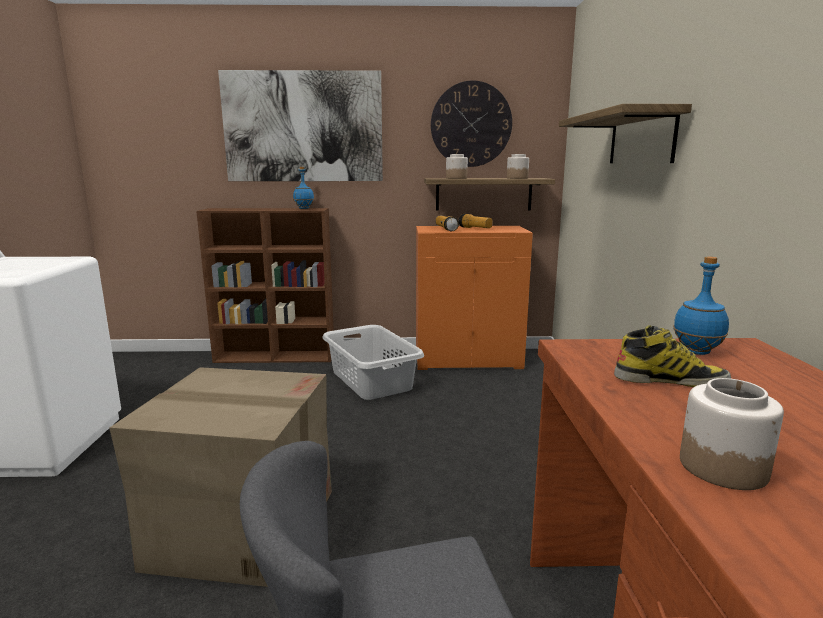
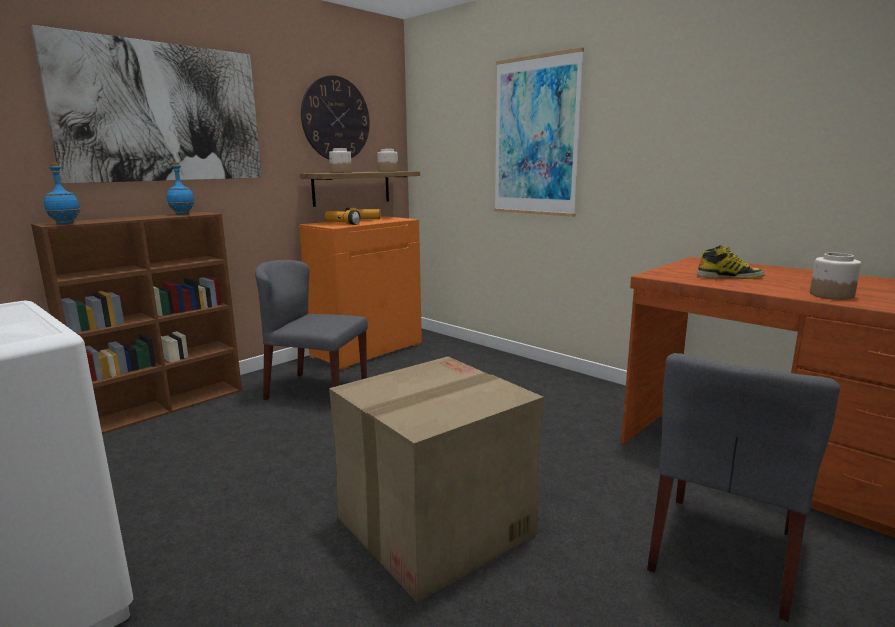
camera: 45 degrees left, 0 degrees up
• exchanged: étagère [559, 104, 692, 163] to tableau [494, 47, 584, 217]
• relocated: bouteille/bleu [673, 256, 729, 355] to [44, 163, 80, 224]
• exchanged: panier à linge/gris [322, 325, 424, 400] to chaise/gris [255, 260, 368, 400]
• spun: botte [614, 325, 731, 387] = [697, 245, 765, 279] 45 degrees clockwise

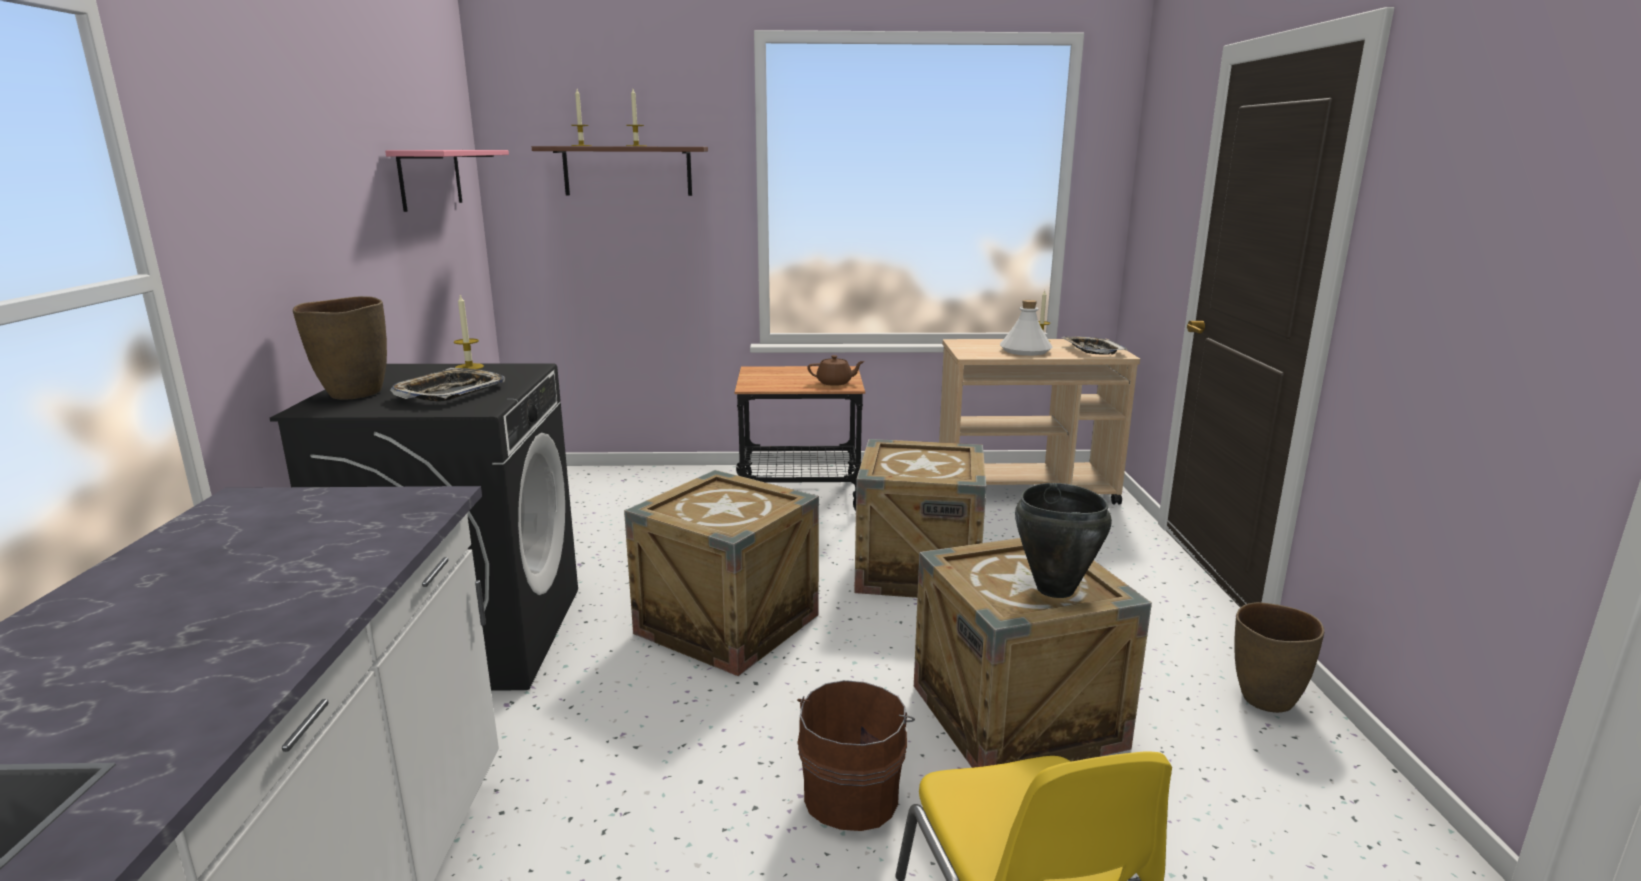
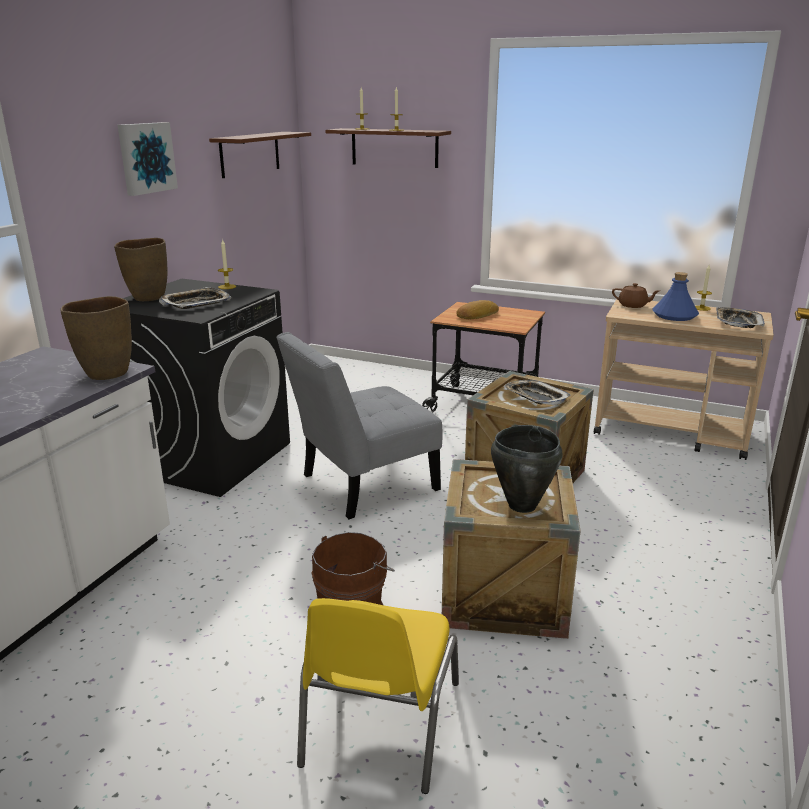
camera: 25 degrees right, 5 degrees up
• colour: étagère/rose [385, 150, 509, 212] to étagère/marron [209, 132, 311, 178]
• colour: bouteille/blanc [1000, 300, 1052, 356] to bouteille/bleu [652, 272, 699, 321]
• relocated: théière/marron [807, 355, 865, 386] to [612, 283, 659, 308]
• exchanged: caisse [624, 470, 819, 676] to chaise/gris [276, 332, 443, 519]
• relocated: vase/marron [1235, 602, 1324, 713] to [61, 296, 132, 380]
• appeared: tableau [118, 122, 178, 196]
• appeared: pain [456, 300, 499, 319]
• appeared: plateau [503, 380, 571, 405]

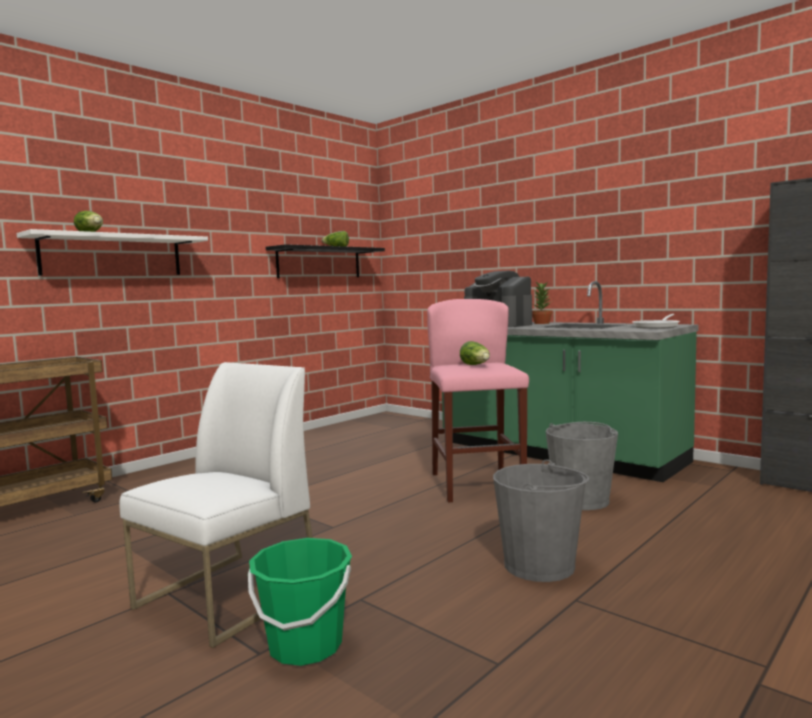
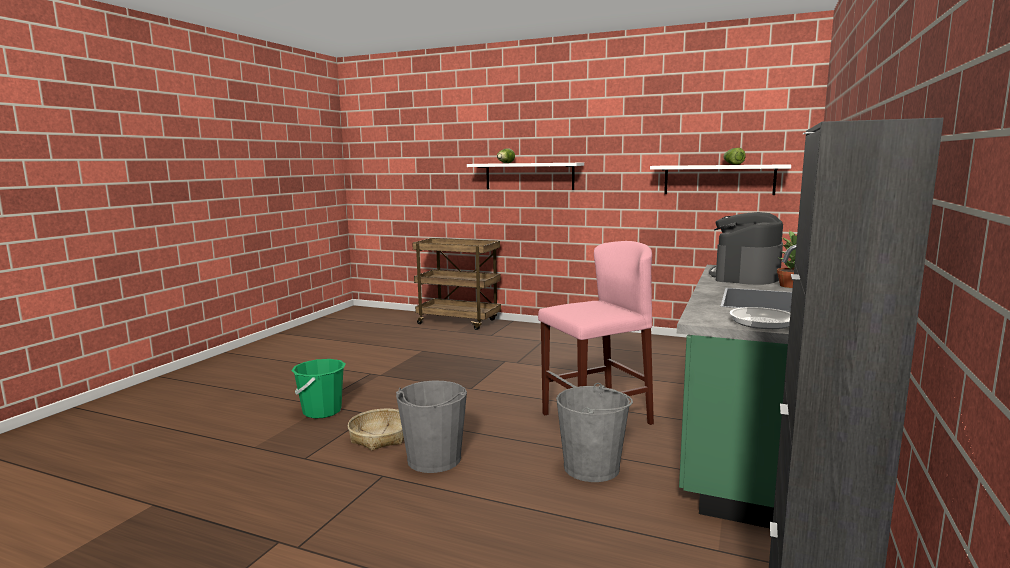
camera: 70 degrees right, 5 degrees up
• colour: étagère/noir [266, 244, 385, 278] to étagère/blanc [650, 164, 791, 195]
• missing: laitue [460, 341, 490, 365]
• missing: chaise/blanc [119, 362, 313, 648]
• appeared: panier [348, 409, 404, 450]

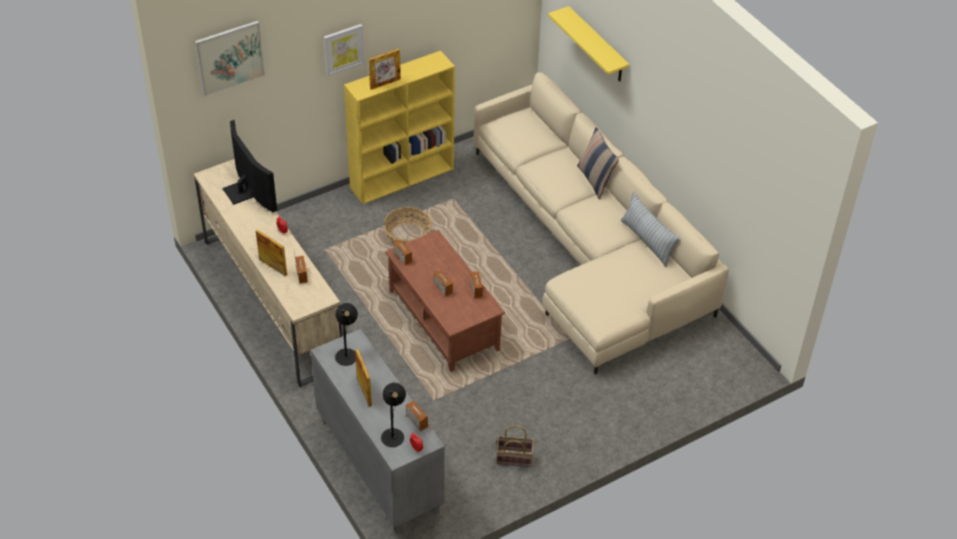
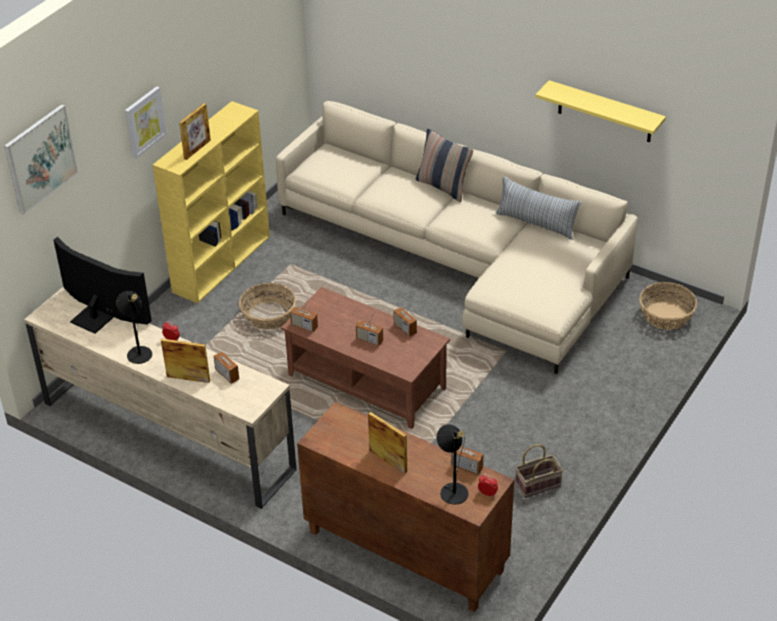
camera: 25 degrees left, 5 degrees down
• relocated: étagère/jaune [548, 6, 629, 82] to [535, 80, 666, 142]
• relocated: lampe de table/noir [335, 303, 358, 366] to [117, 291, 152, 364]
• colour: meuble de rangement/gris [311, 329, 445, 534] to meuble de rangement/marron [297, 401, 514, 612]
• appeared: panier [639, 282, 697, 330]

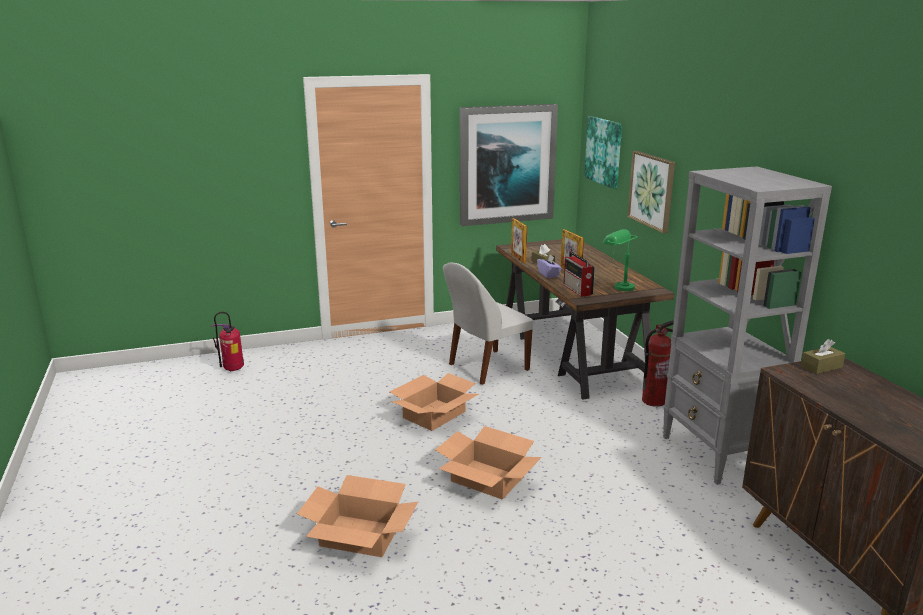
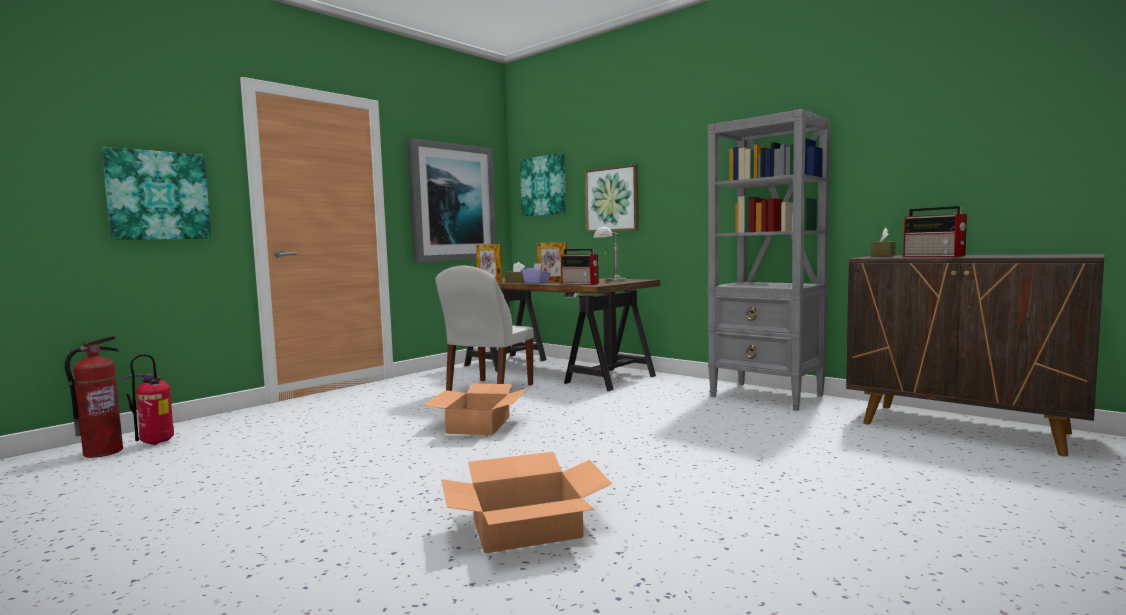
camera: 30 degrees left, 15 degrees down
• colour: lampe de table/vert [603, 229, 637, 291] to lampe de table/gris [593, 227, 626, 282]
• relocated: extincteur [642, 320, 674, 407] to [65, 336, 123, 458]
• missing: carton [435, 426, 542, 499]
• appeared: tableau [102, 147, 211, 240]
• appeared: radio [903, 206, 967, 257]

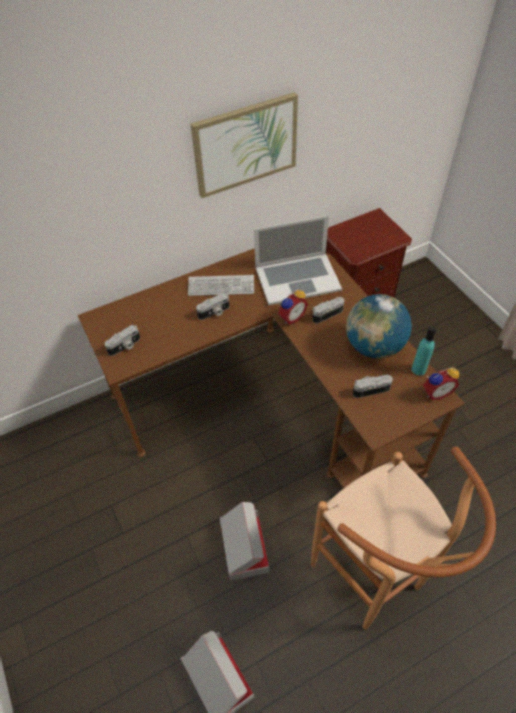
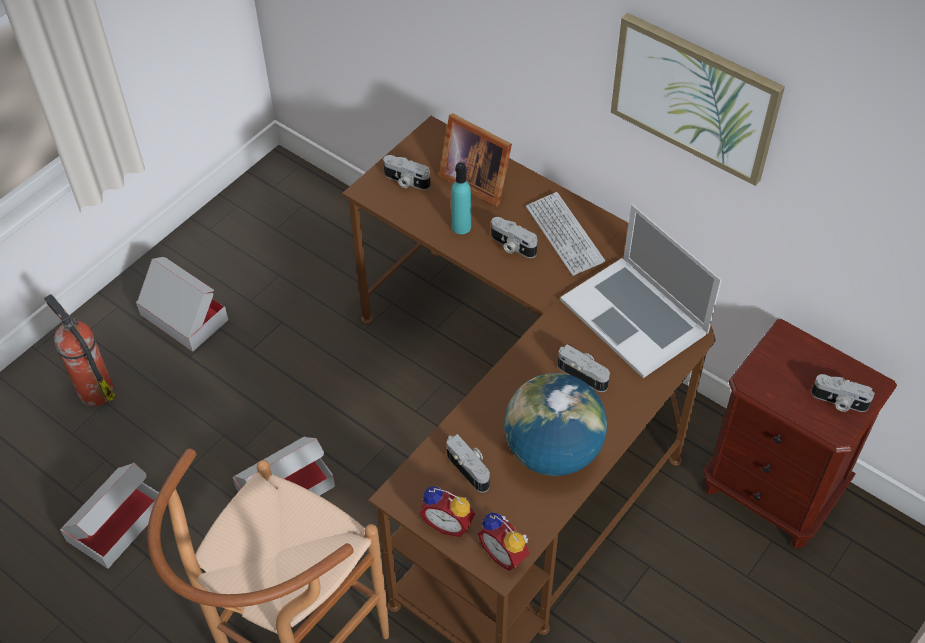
camera: 65 degrees right, 0 degrees up
• relocated: réveil [278, 289, 308, 324] to [419, 486, 475, 537]
• relocated: bouteille/turquoise [412, 326, 436, 376] to [451, 162, 471, 234]
• appeared: cadre photo [439, 113, 512, 207]
• appeared: carton [136, 257, 228, 352]
• appeared: extincteur [44, 294, 116, 406]
• appeared: appareil photo [811, 374, 875, 412]

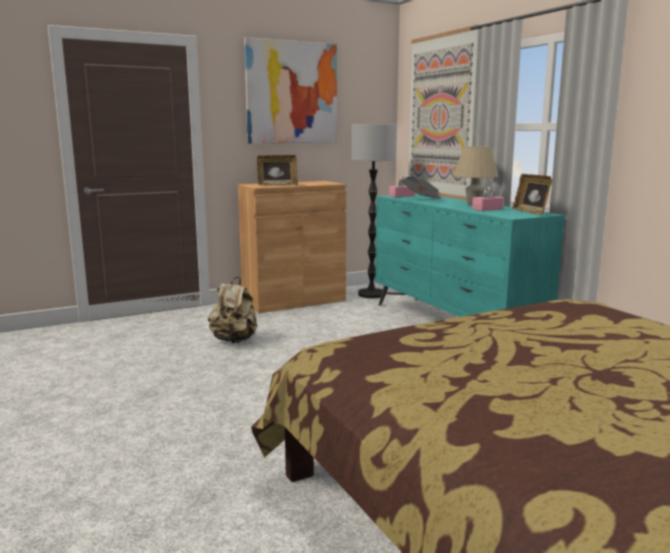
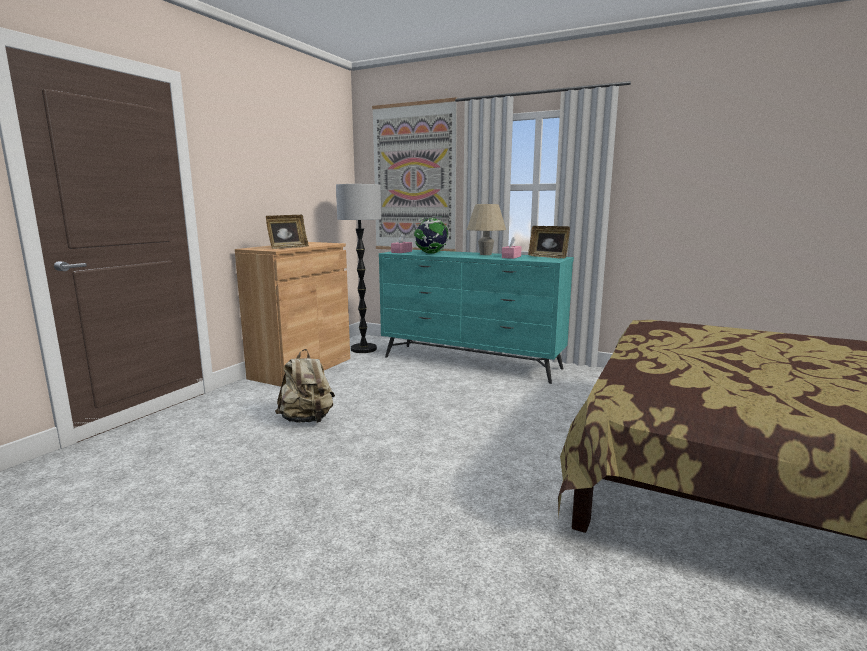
camera: 35 degrees left, 0 degrees up
• missing: tableau [244, 37, 337, 143]
• exchanged: journal [401, 177, 441, 199] to globe [414, 216, 449, 254]

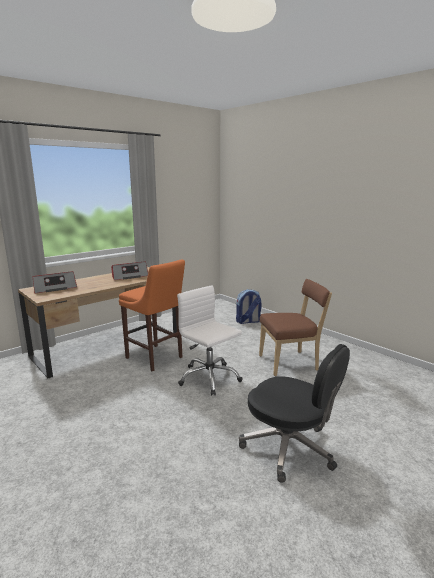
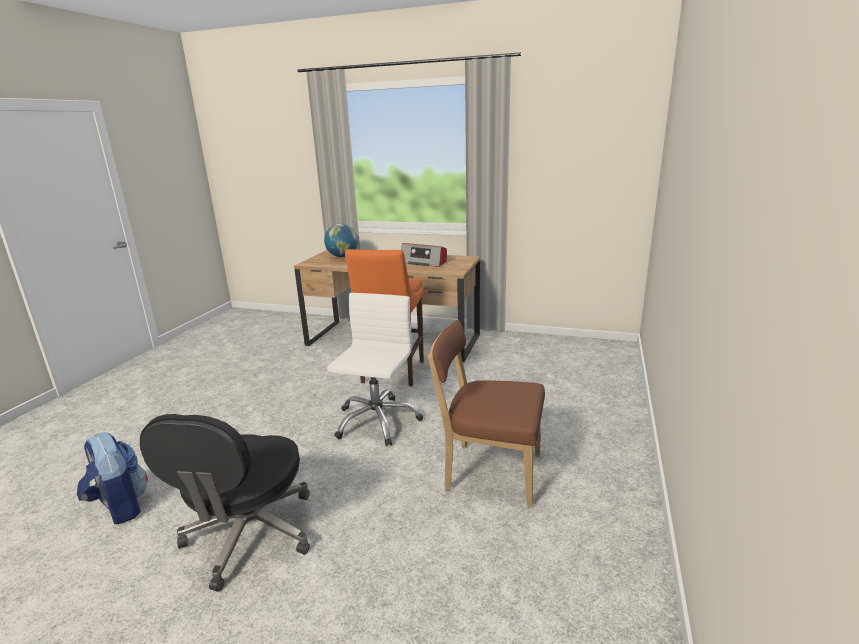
camera: 60 degrees right, 5 degrees up
• exchanged: radio [33, 271, 77, 293] to globe [324, 224, 358, 257]
• spun: chaise/marron [259, 279, 332, 376] = [427, 320, 545, 506] 150 degrees clockwise
• relocated: sac à dos [236, 289, 262, 324] to [77, 432, 148, 524]

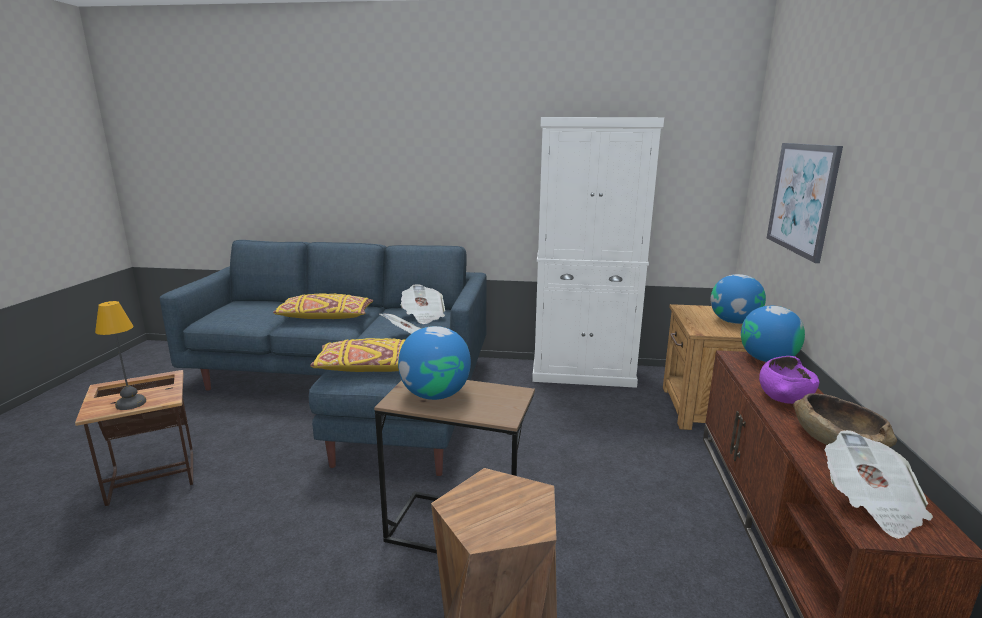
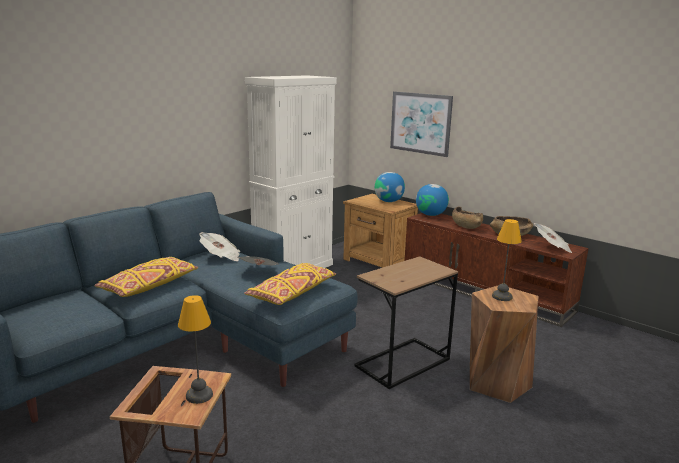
camera: 55 degrees left, 0 degrees up
• missing: globe [398, 326, 471, 400]
• colour: bol/violet [759, 356, 819, 404] to bol/marron [452, 206, 483, 229]
• appeared: lampe de table [492, 219, 522, 301]

